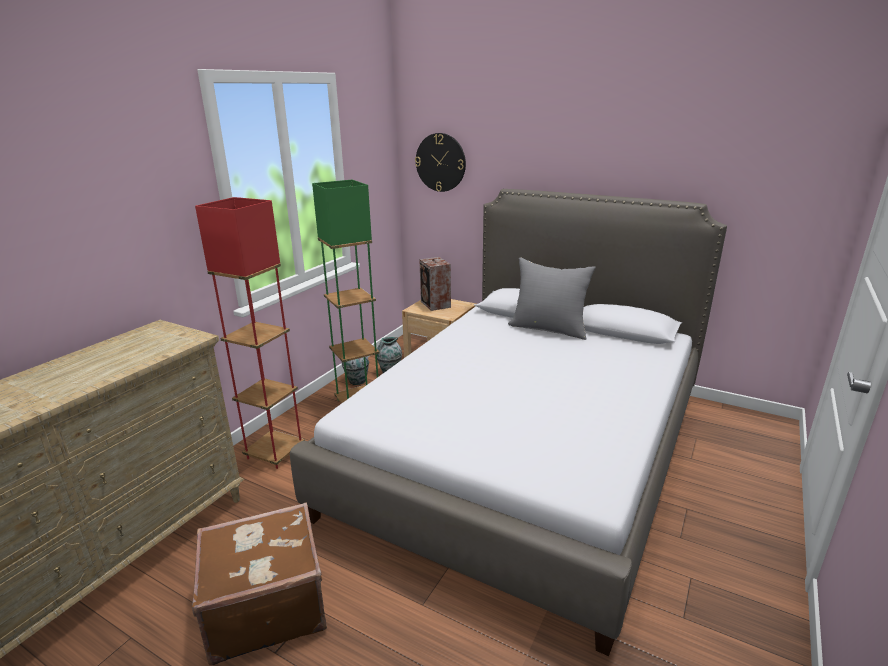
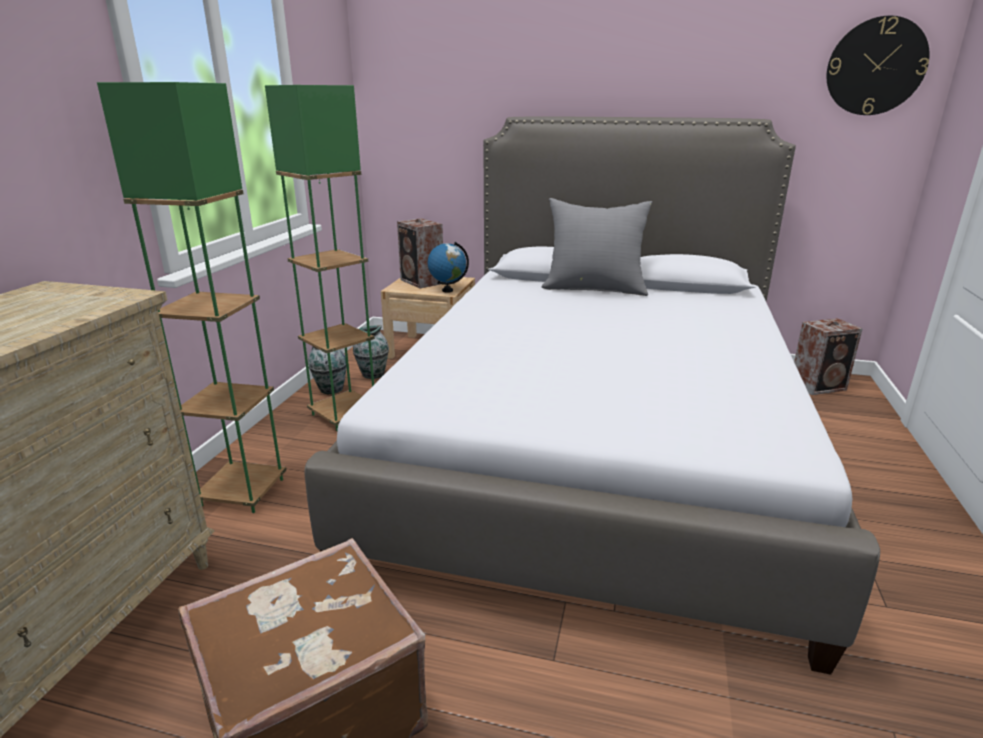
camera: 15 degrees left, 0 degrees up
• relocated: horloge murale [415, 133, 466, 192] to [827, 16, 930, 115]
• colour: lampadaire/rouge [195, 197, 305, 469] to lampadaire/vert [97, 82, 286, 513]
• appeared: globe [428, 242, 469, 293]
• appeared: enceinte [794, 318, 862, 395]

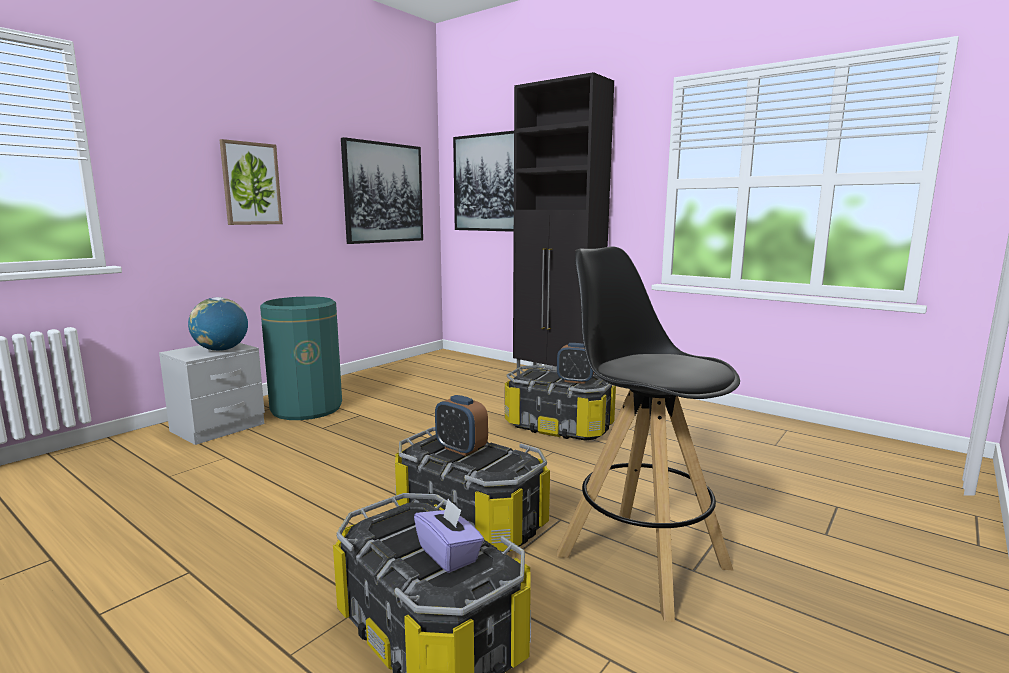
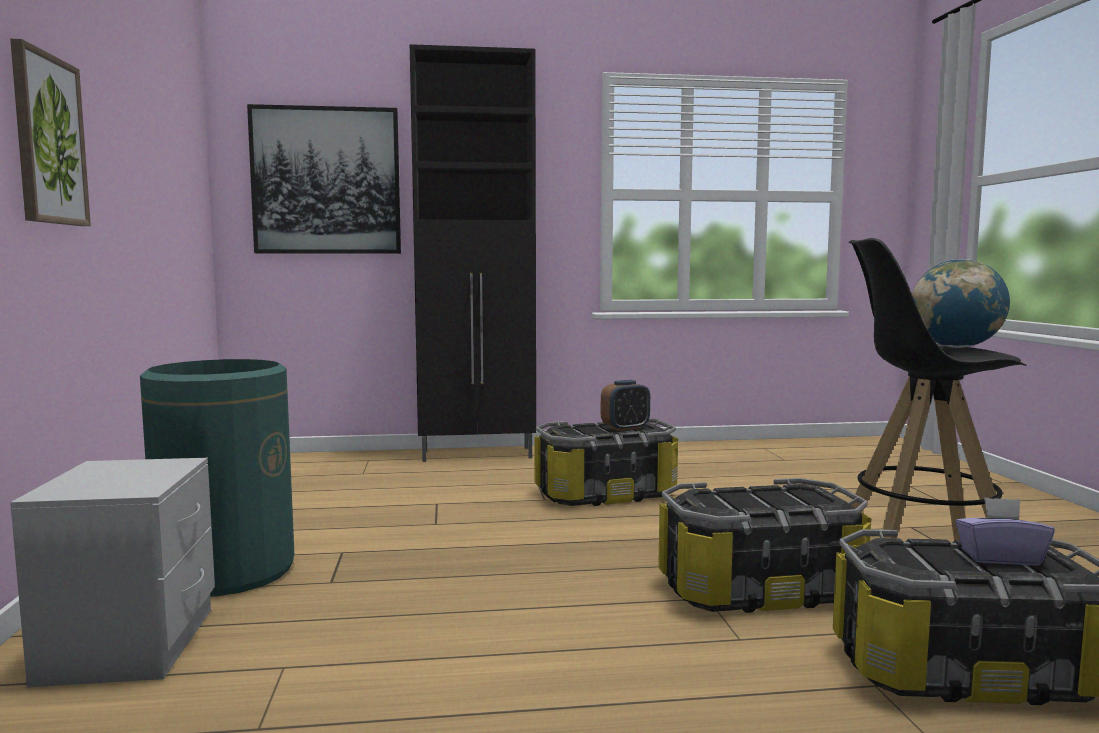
camera: 45 degrees left, 5 degrees down
• missing: tableau [341, 137, 423, 244]
• relocated: globe [188, 297, 248, 351] to [912, 259, 1010, 348]
• missing: réveil [435, 395, 488, 456]

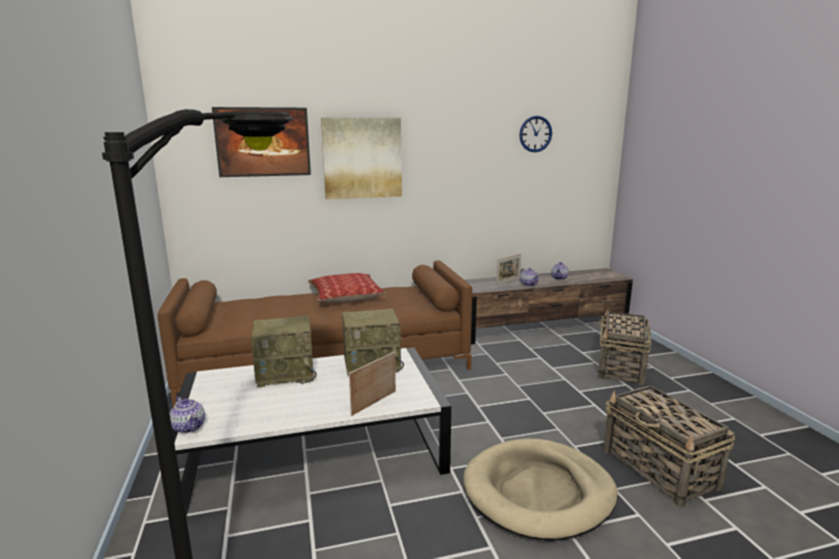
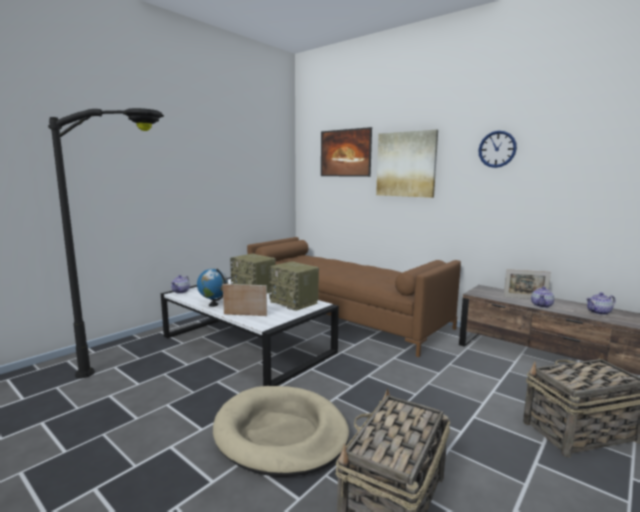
camera: 55 degrees right, 5 degrees down
• relocated: horloge murale [519, 116, 552, 152] to [479, 131, 517, 168]
• missing: coussin [308, 273, 385, 303]
• appeared: globe [197, 269, 228, 307]

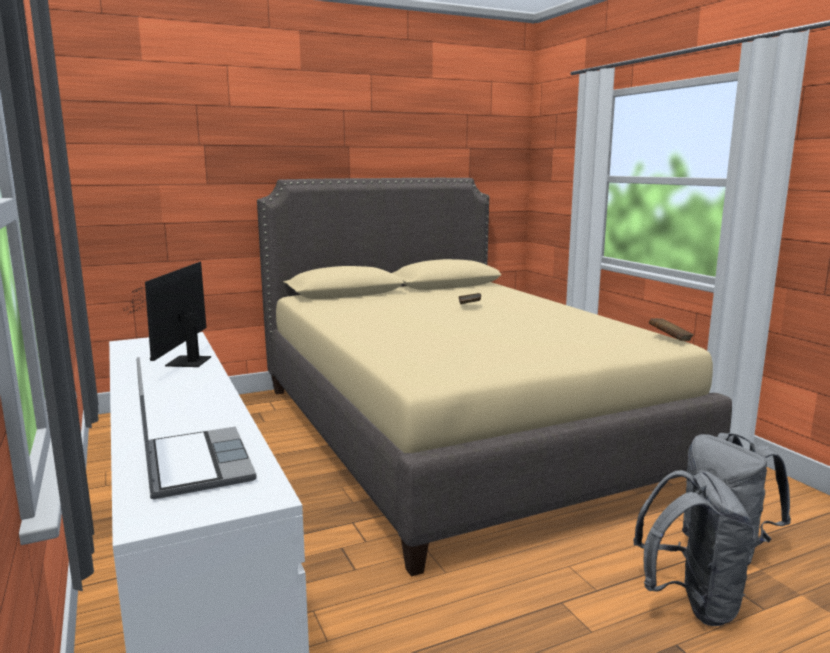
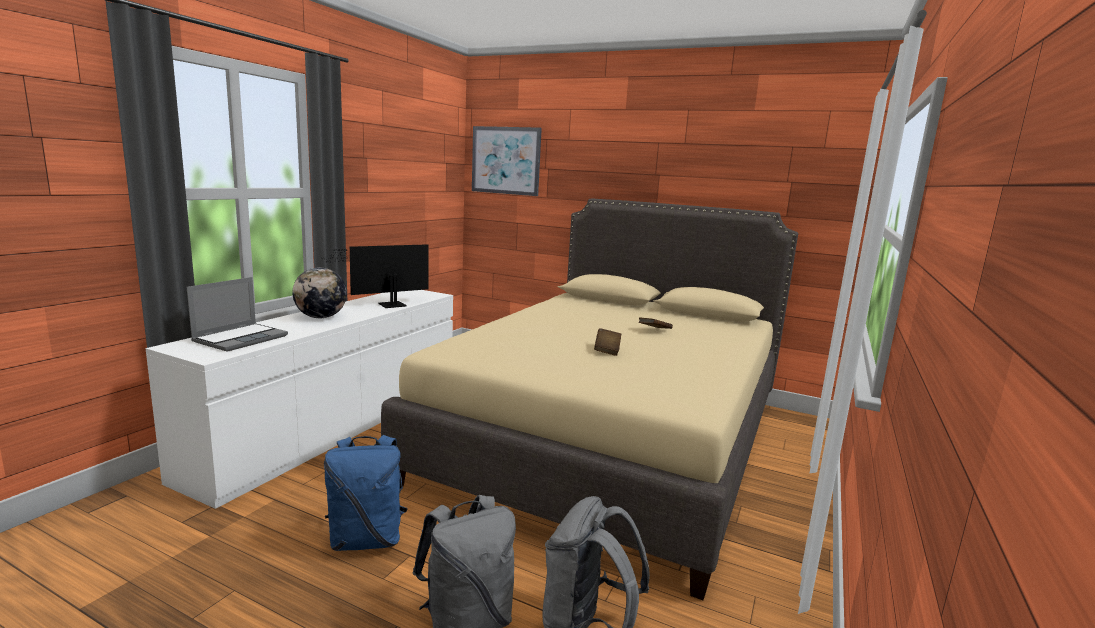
camera: 50 degrees right, 0 degrees up
• relocated: livre/marron [649, 318, 694, 341] to [594, 328, 621, 356]
• appeared: tableau [472, 126, 542, 196]
• appeared: globe [292, 268, 347, 318]
• appeared: sac à dos/bleu [324, 435, 408, 551]

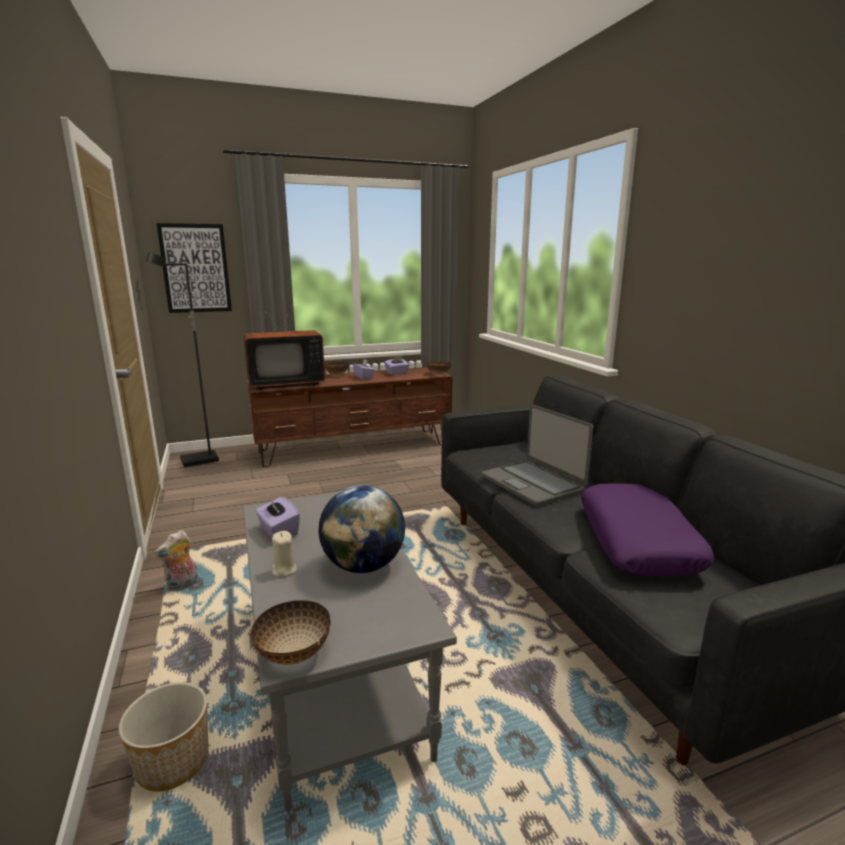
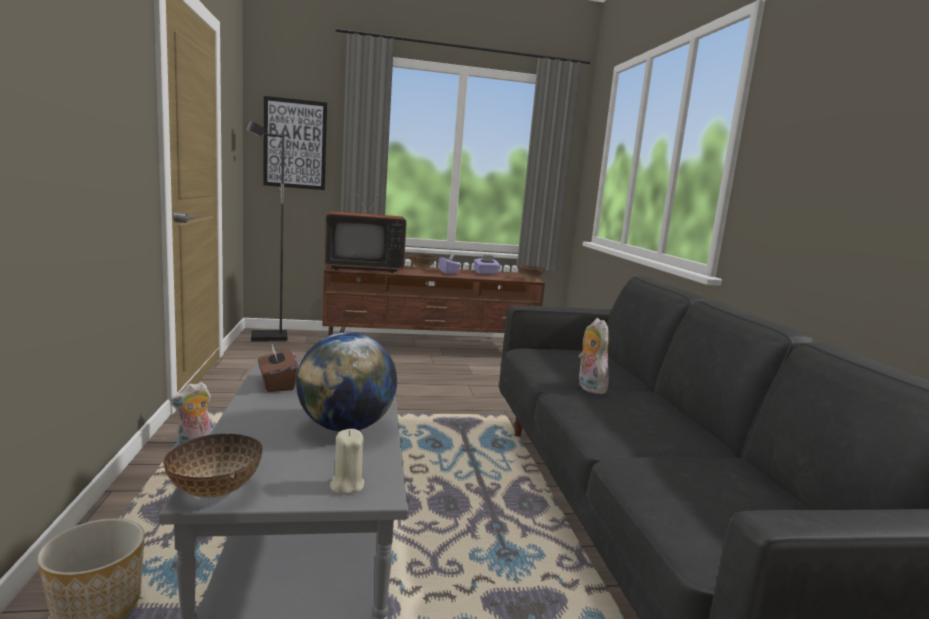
camera: 10 degrees right, 5 degrees down
• exchanged: ordinateur portable [481, 404, 593, 506] to peluche [579, 318, 609, 394]
• missing: coussin/violet [581, 483, 714, 576]
• colour: boîte à mouchoirs/violet [255, 496, 300, 539] to boîte à mouchoirs/marron [258, 344, 298, 392]
• relocated: bougie/beige [272, 531, 297, 577] to [330, 429, 364, 494]

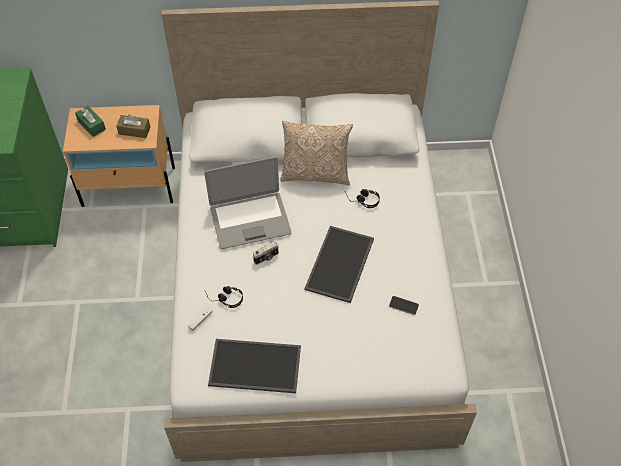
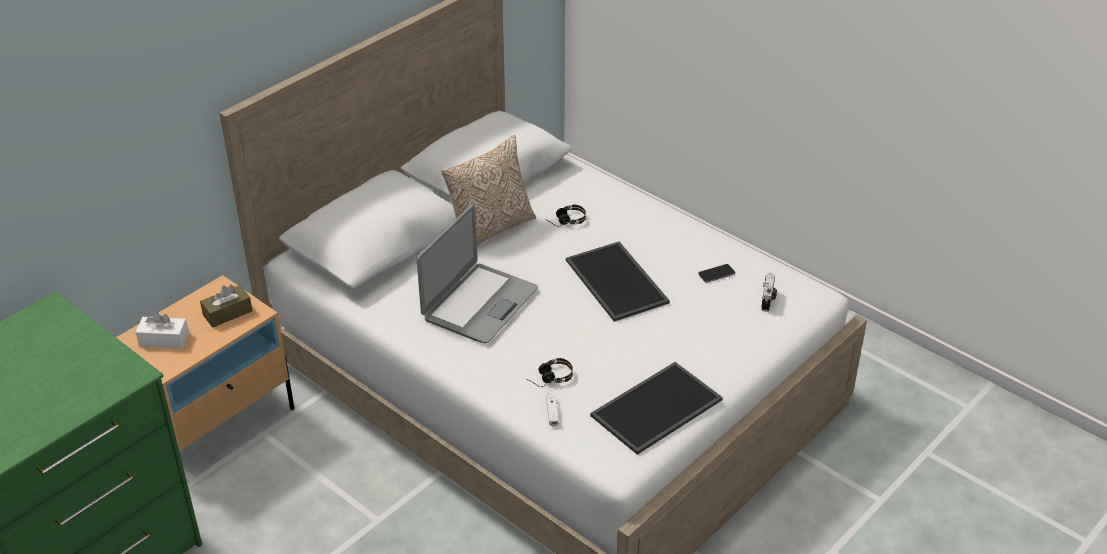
camera: 45 degrees left, 15 degrees down
• colour: boîte à mouchoirs/vert [75, 106, 106, 137] to boîte à mouchoirs/blanc [136, 312, 189, 349]
• relocated: appareil photo [253, 241, 279, 265] to [761, 273, 777, 312]

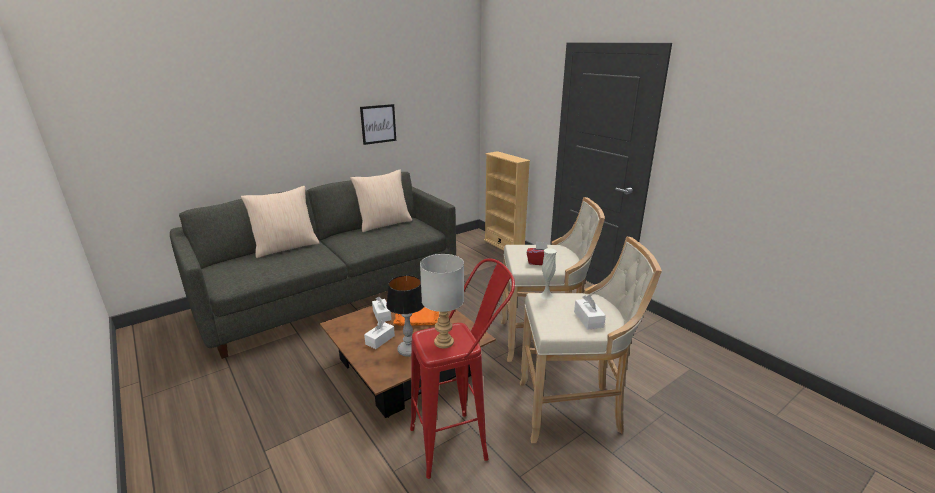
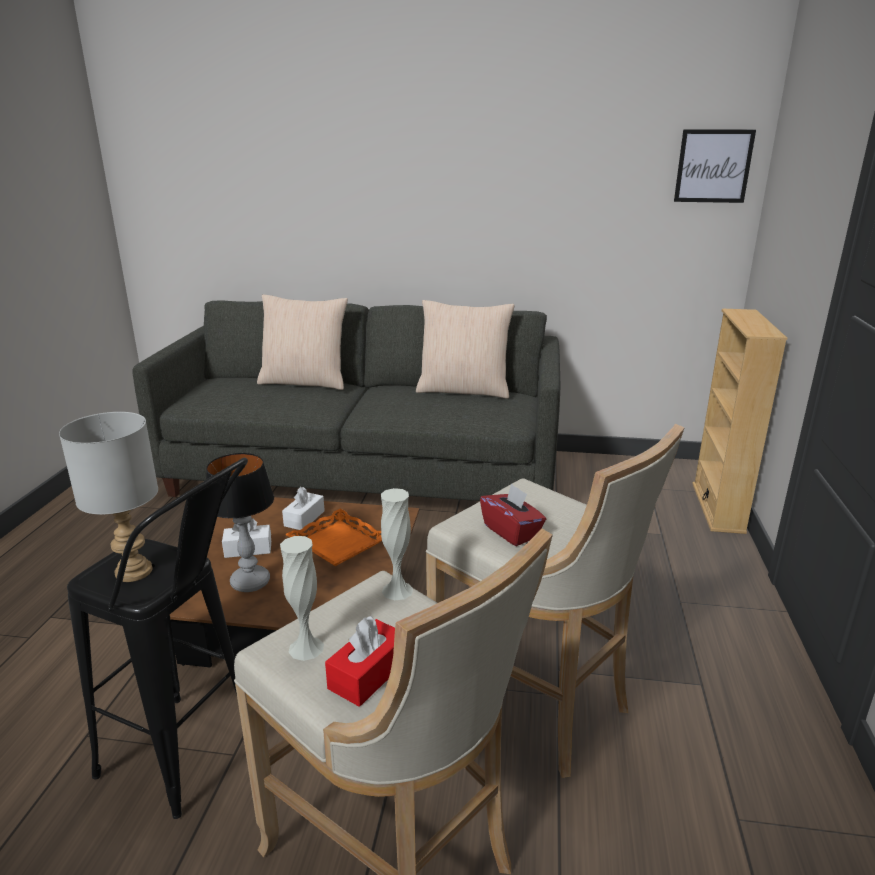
camera: 45 degrees right, 0 degrees up
• relocated: tableau [360, 104, 396, 145] to [674, 129, 756, 203]
• colour: tabouret/rouge [410, 259, 515, 479] to tabouret/noir [67, 458, 248, 819]
• colour: boîte à mouchoirs/blanc [574, 295, 606, 330] to boîte à mouchoirs/rouge [325, 616, 395, 707]
• appeared: vase/blanc [280, 536, 324, 661]

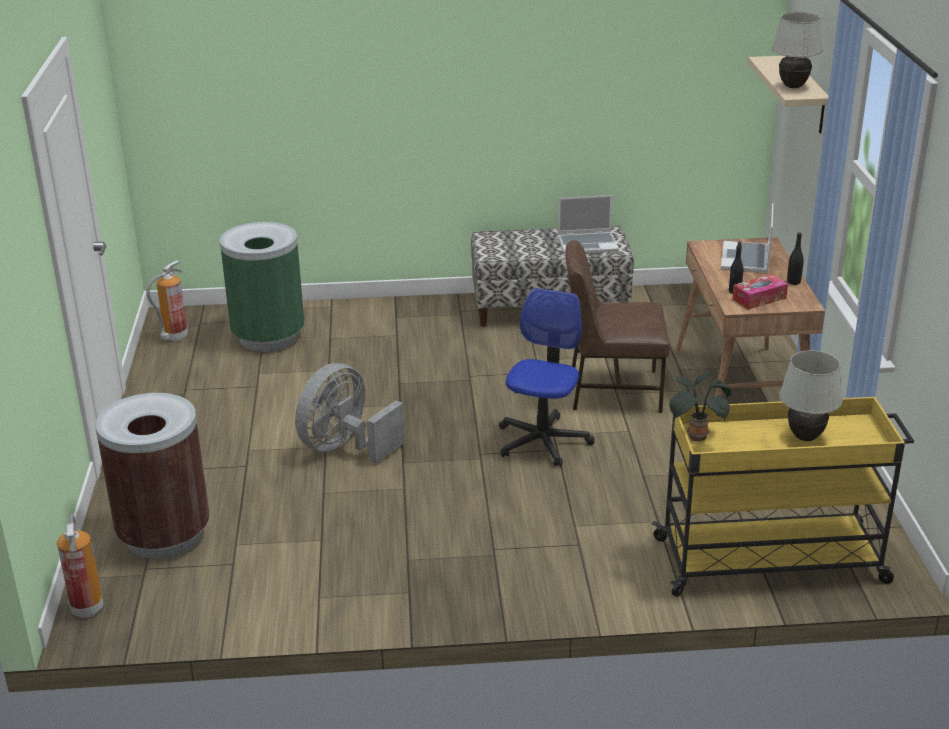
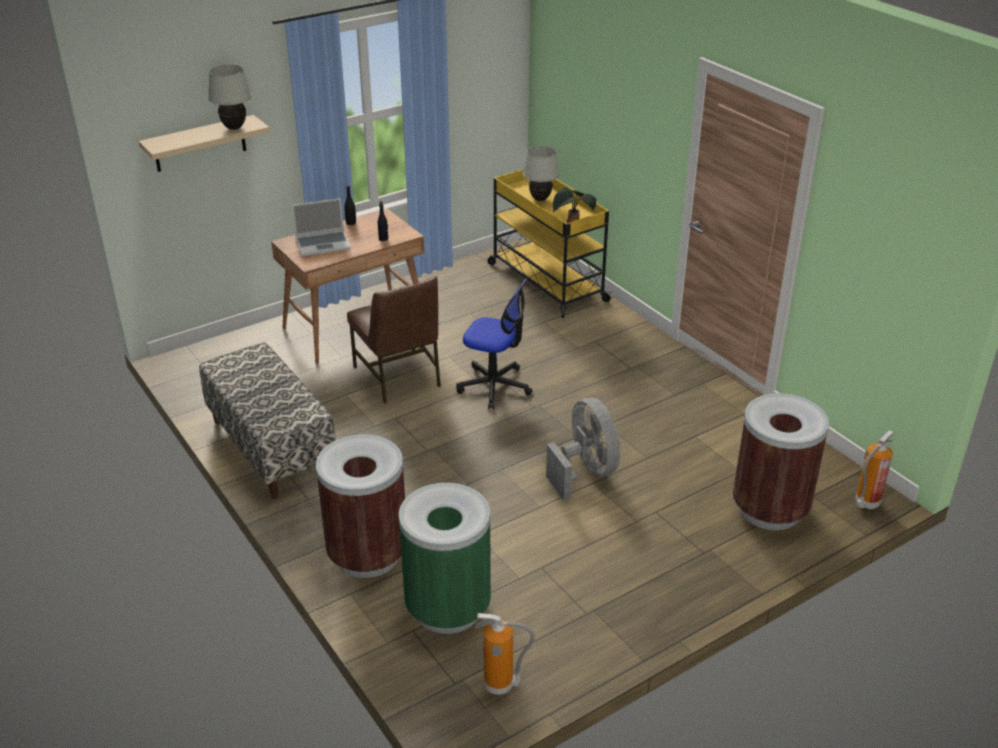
camera: 120 degrees left, 5 degrees up
• missing: ordinateur portable [558, 195, 619, 254]
• missing: boîte à mouchoirs [732, 274, 788, 310]
• spun: chaise de bureau [499, 288, 595, 467] = [456, 278, 533, 410] 150 degrees counterclockwise
• spun: ventilateur/gris [295, 363, 405, 463] = [546, 398, 620, 500] 120 degrees counterclockwise
• appeared: poubelle/marron [316, 434, 405, 578]

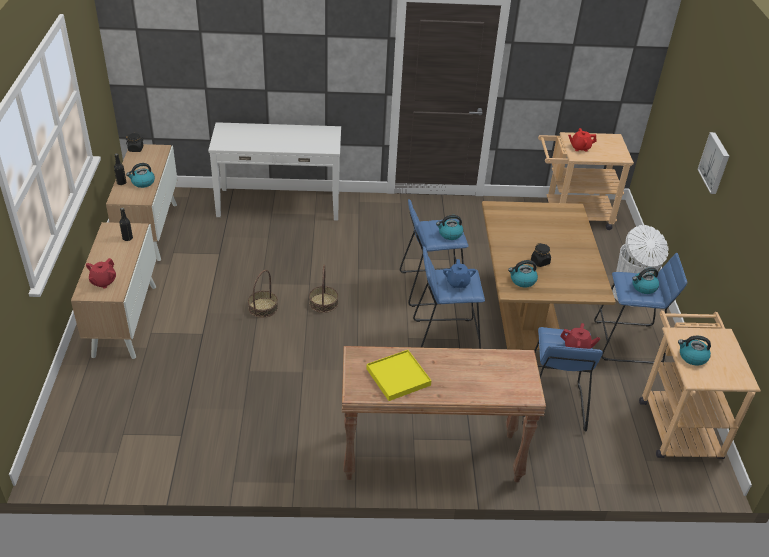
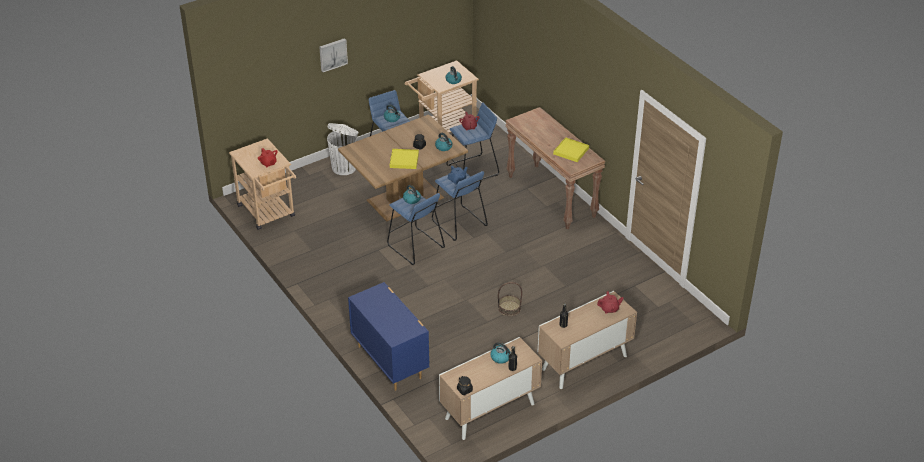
camera: 120 degrees left, 0 degrees up
• exchanged: table console/blanc [208, 122, 341, 220] to commode/bleu [348, 282, 430, 391]
• missing: panier [309, 265, 338, 313]
• appeared: plateau/jaune [390, 149, 419, 169]

